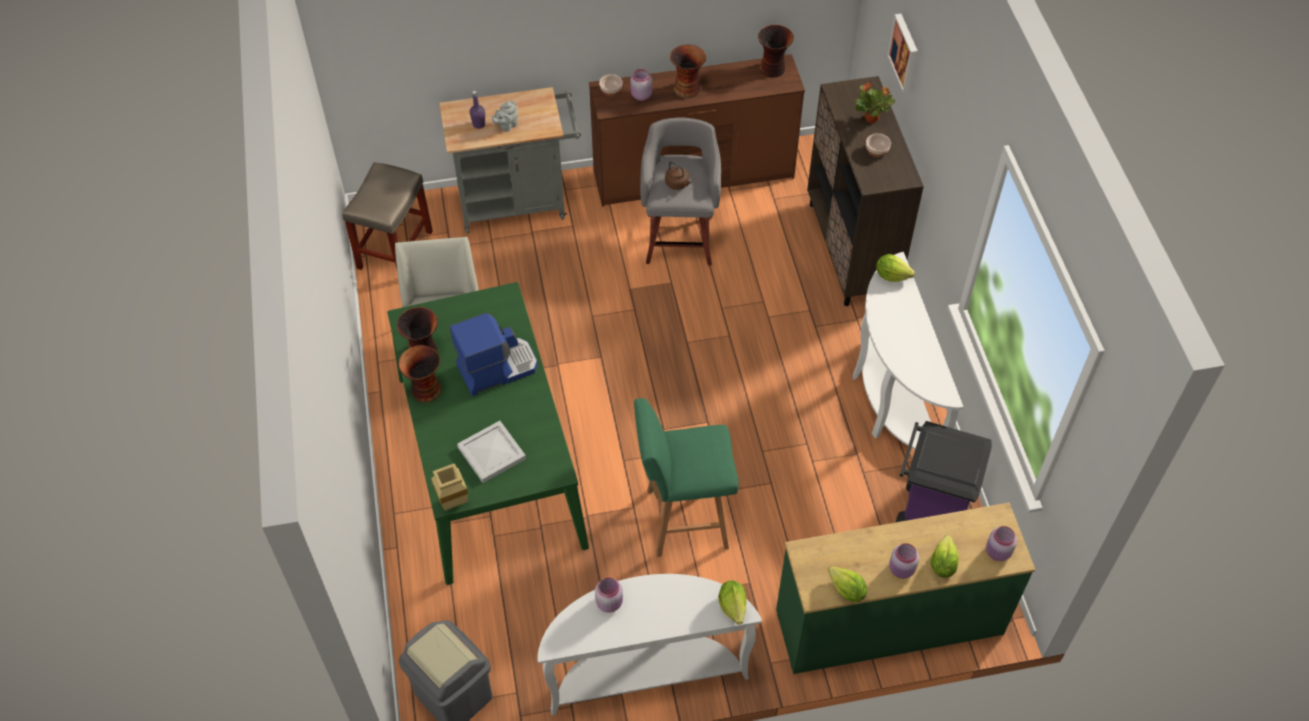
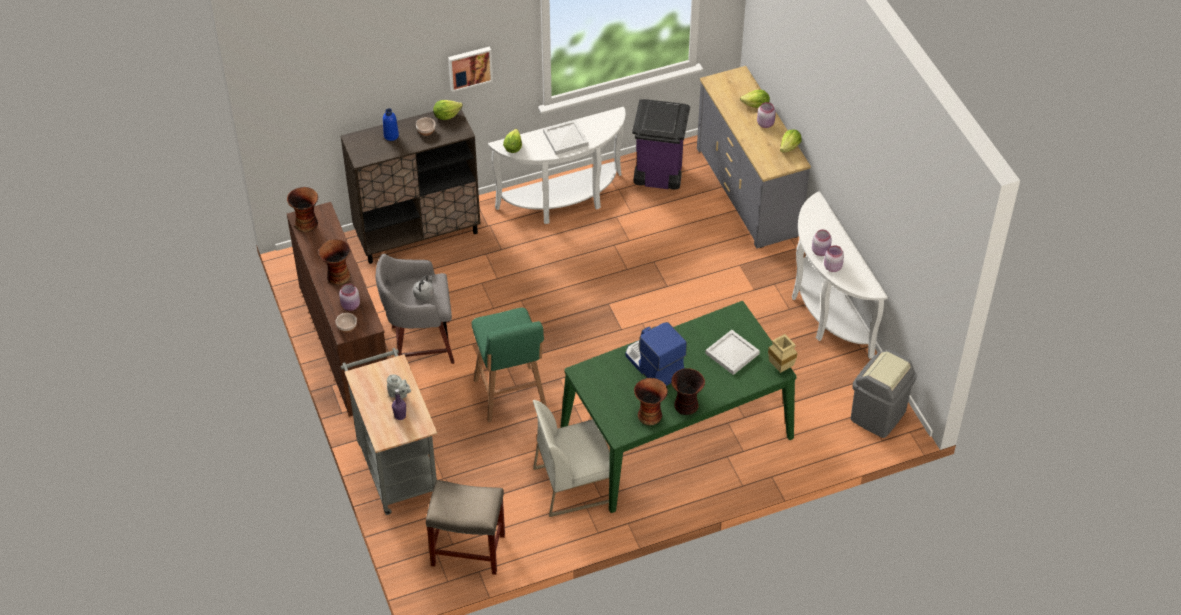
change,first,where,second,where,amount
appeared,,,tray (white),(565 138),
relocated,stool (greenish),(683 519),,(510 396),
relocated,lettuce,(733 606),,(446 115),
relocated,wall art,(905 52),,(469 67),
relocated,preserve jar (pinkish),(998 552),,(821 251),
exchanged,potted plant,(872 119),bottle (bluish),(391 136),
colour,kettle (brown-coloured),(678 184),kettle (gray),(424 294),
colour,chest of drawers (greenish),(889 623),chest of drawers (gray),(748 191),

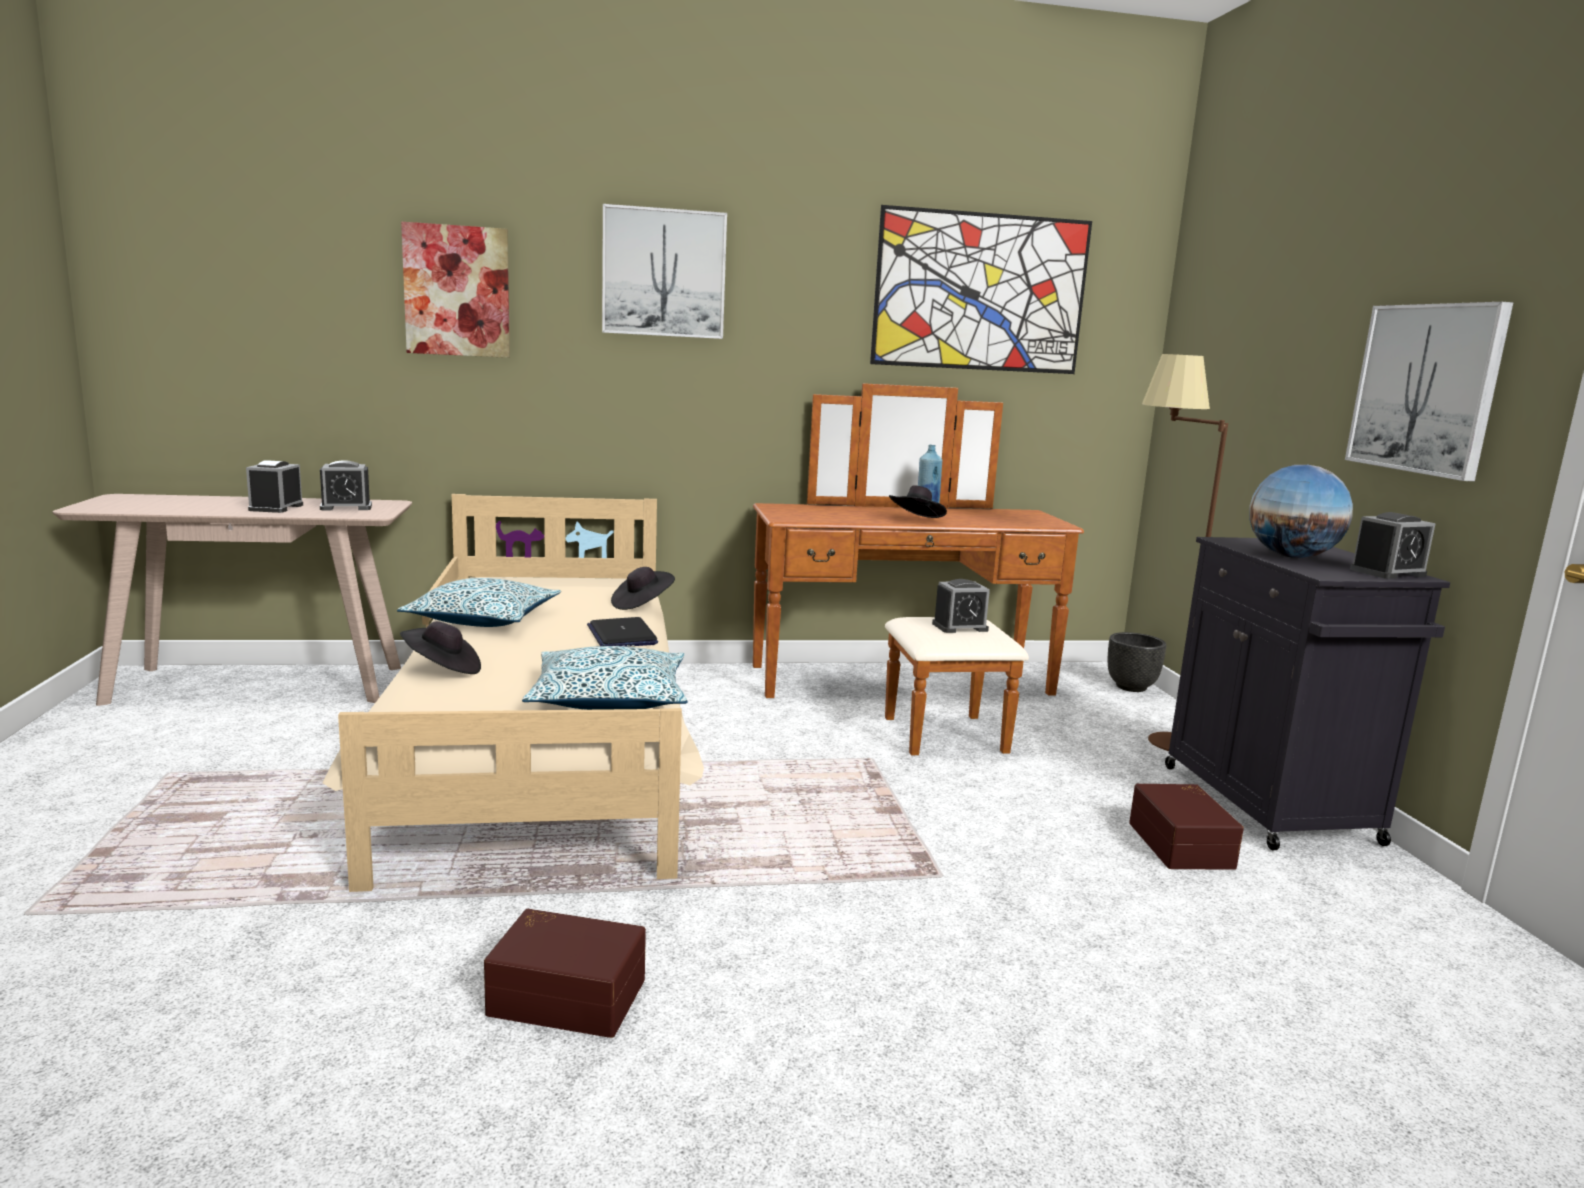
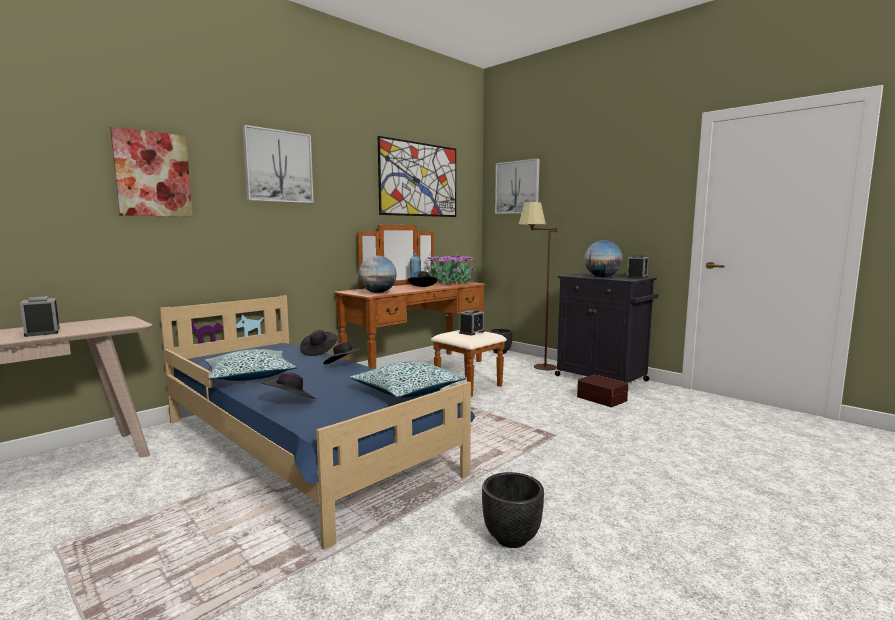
change,first,where,second,where,amount
missing,table clock,(346 507),,,
appeared,,,world globe,(378 293),
appeared,,,potted plant,(450 283),
relocated,wall art,(1426 388),,(517 187),
exchanged,storage box (brown-coloured),(568 994),plant pot (black),(511 539),
exchanged,laptop,(621 635),clothing hat (black),(343 365),
colour,bed (beige-coloured),(545 750),bed (bluish),(304 446),

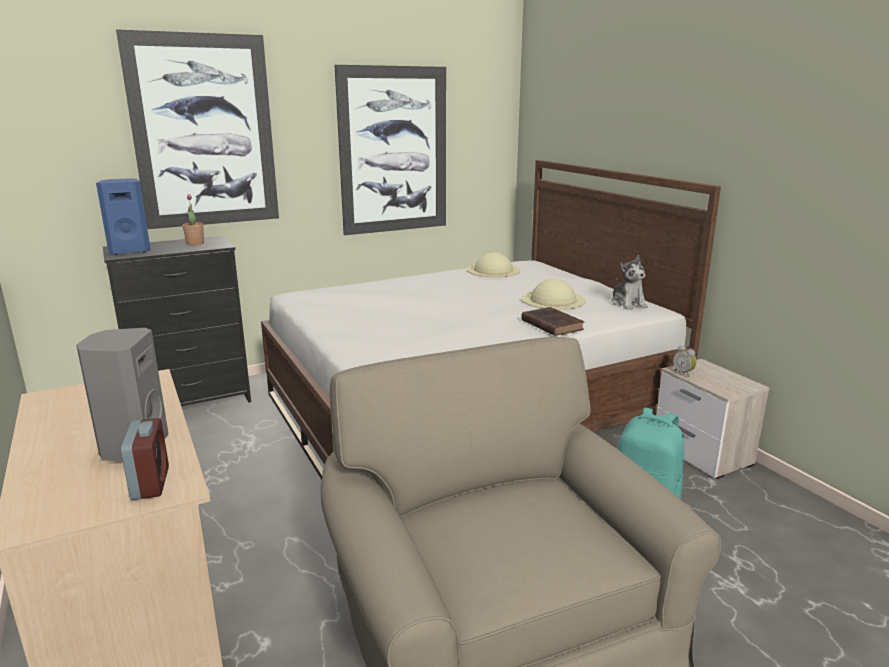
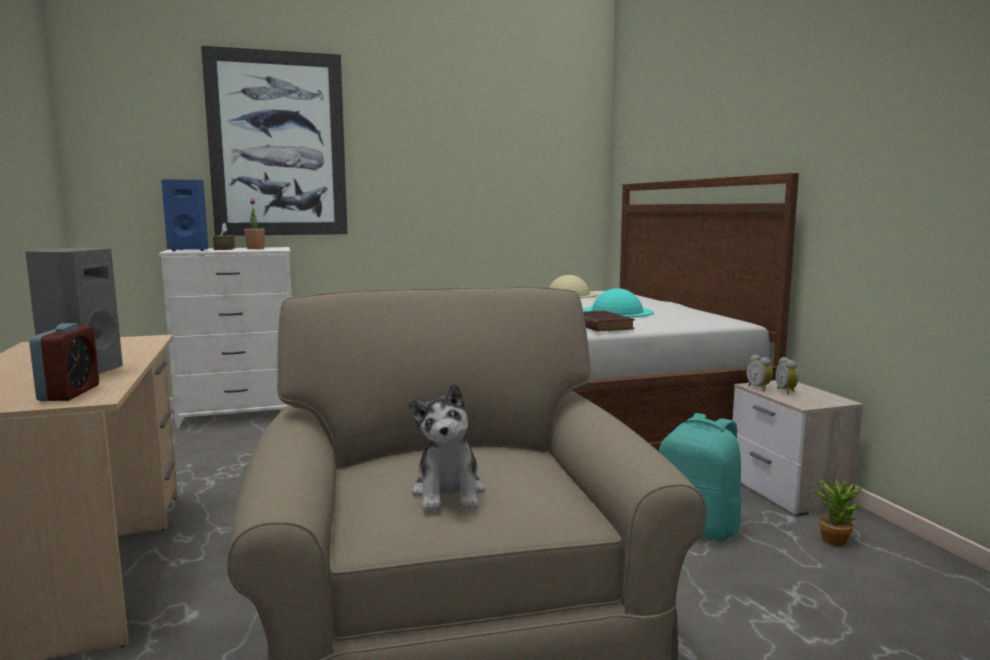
change,first,where,second,where,amount
missing,wall art,(394 151),,,
appeared,,,tissue holder (brown-coloured),(224 249),
appeared,,,table clock,(787 391),
appeared,,,potted plant,(835 539),
relocated,cuddly toy,(628 303),,(449 493),
colour,chest of drawers (black),(191 401),chest of drawers (white),(239 414),
colour,clothing hat (beige-coloured),(553 299),clothing hat (turquoise),(617 311),

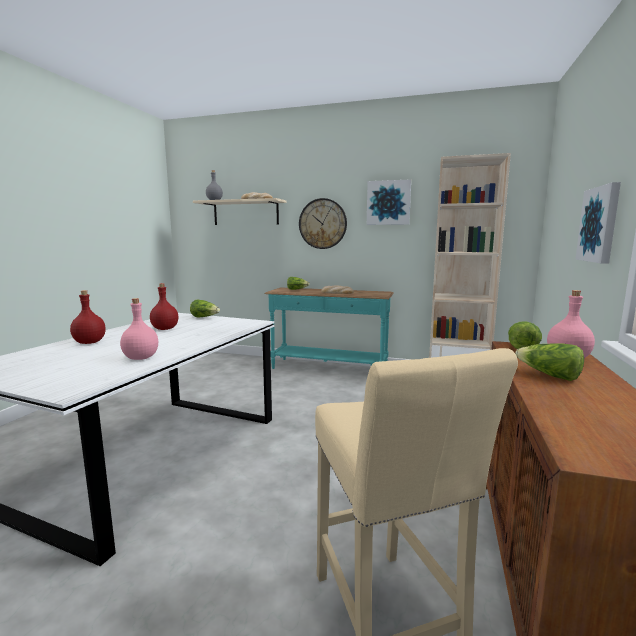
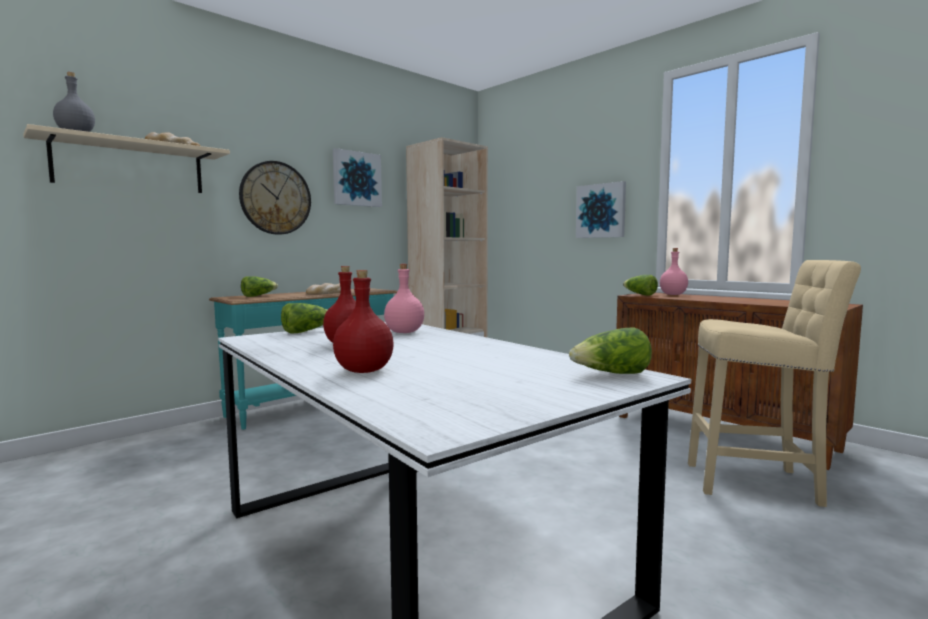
change,first,where,second,where,amount
relocated,bottle (pinkish),(140 358),,(404 332),
relocated,lettuce,(549 375),,(611 374),

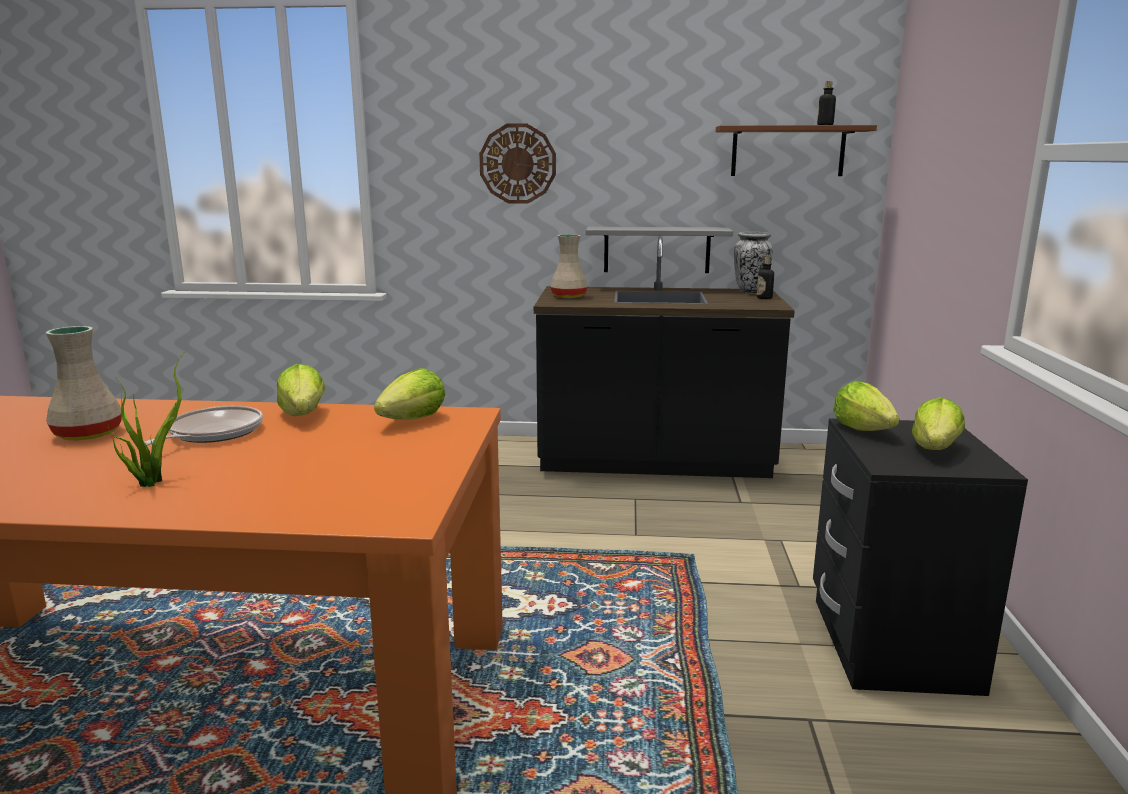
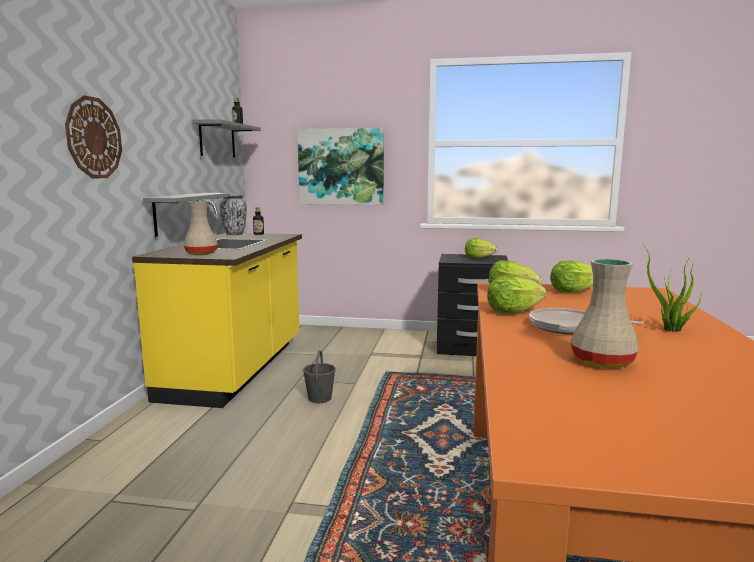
change,first,where,second,where,amount
appeared,,,wall art,(341 167),
appeared,,,bucket (gray),(320 398),
relocated,lettuce,(863 429),,(572 291),
colour,kitchen counter (black),(654 462),kitchen counter (yellow-coloured),(236 369),
colour,shelf (brown-coloured),(788 151),shelf (gray),(217 140),

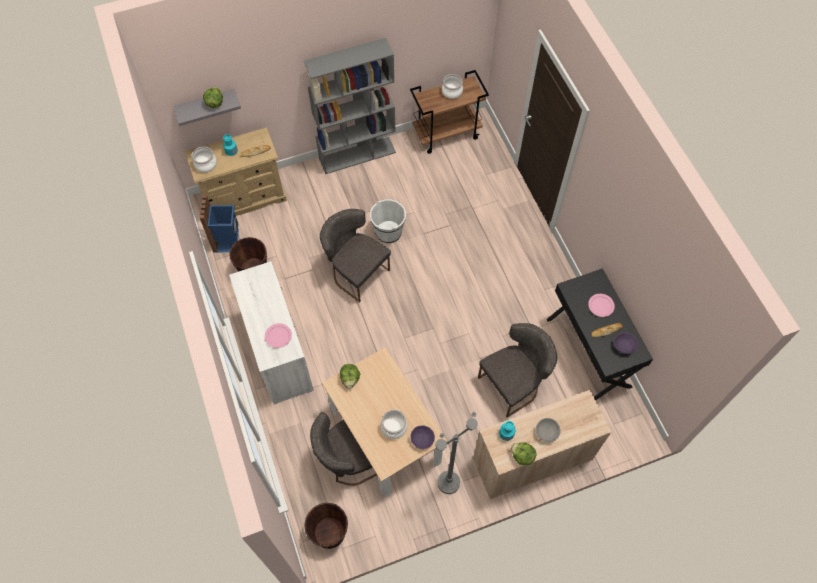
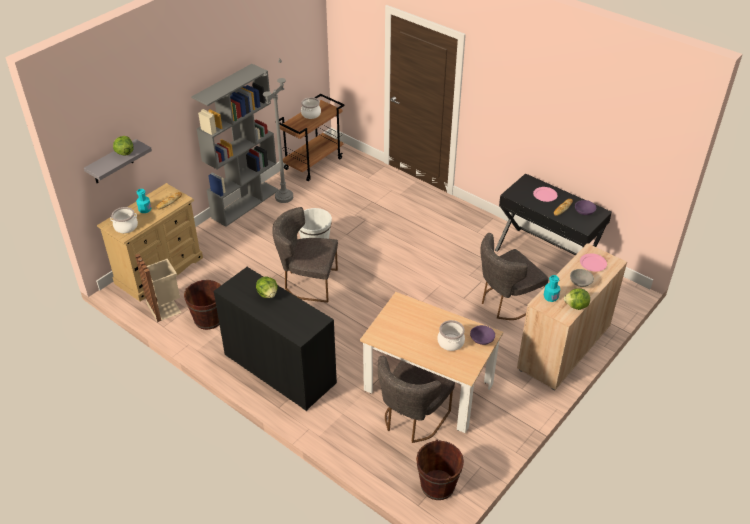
change,first,where,second,where,amount
relocated,flat dish (pinkish),(278 336),,(592 263),
relocated,lettuce,(350 378),,(268 294),
relocated,standard lamp (gray),(448 482),,(284 197),
colour,rubbish bin (bluish),(227 240),rubbish bin (beige-coloured),(165 307),
colour,storage cabinet (white),(278 352),storage cabinet (black),(280 369),
spun,upright chair (gray),(514 383),,(505 303),150 degrees counterclockwise

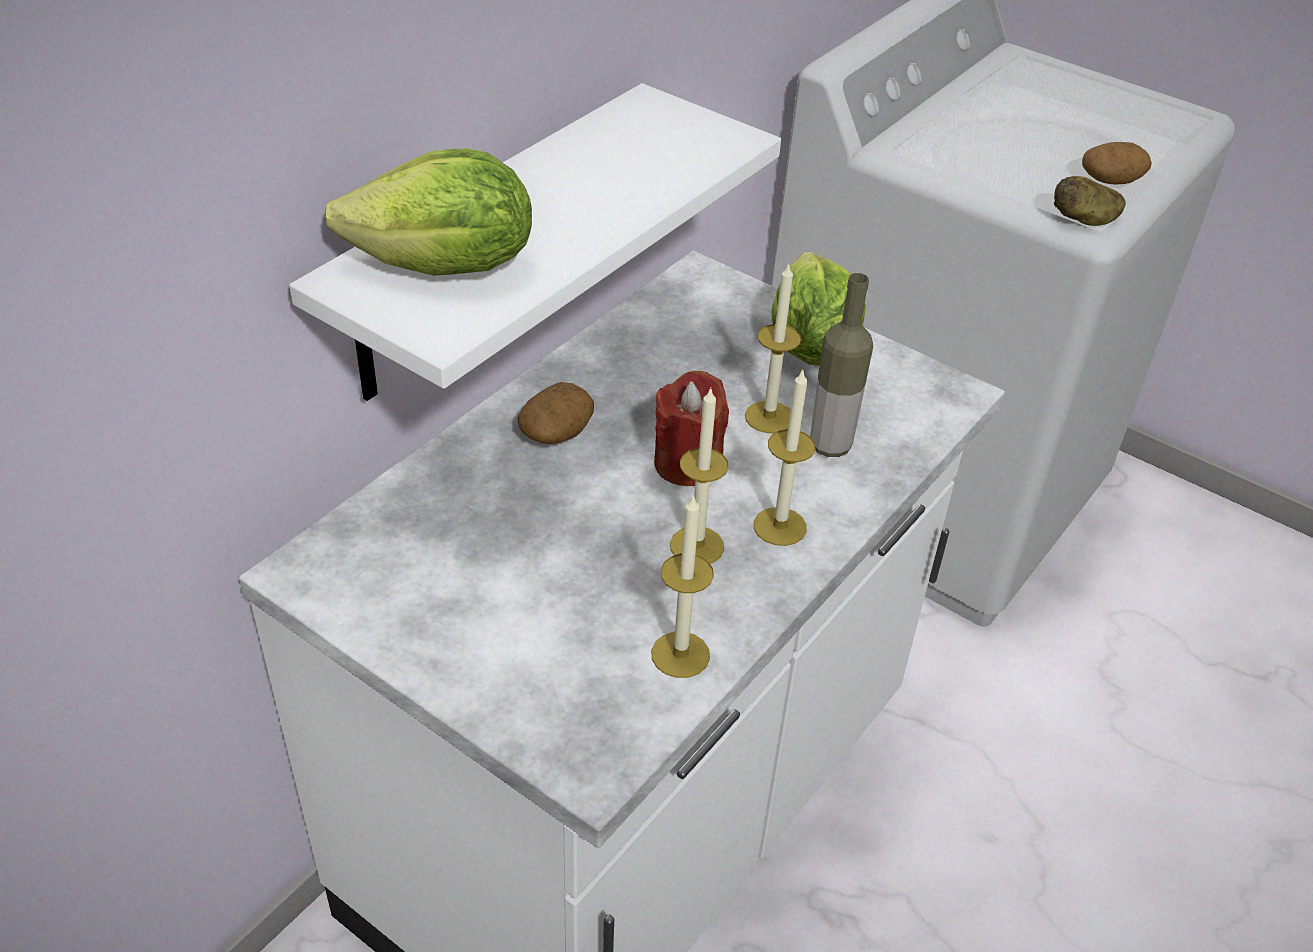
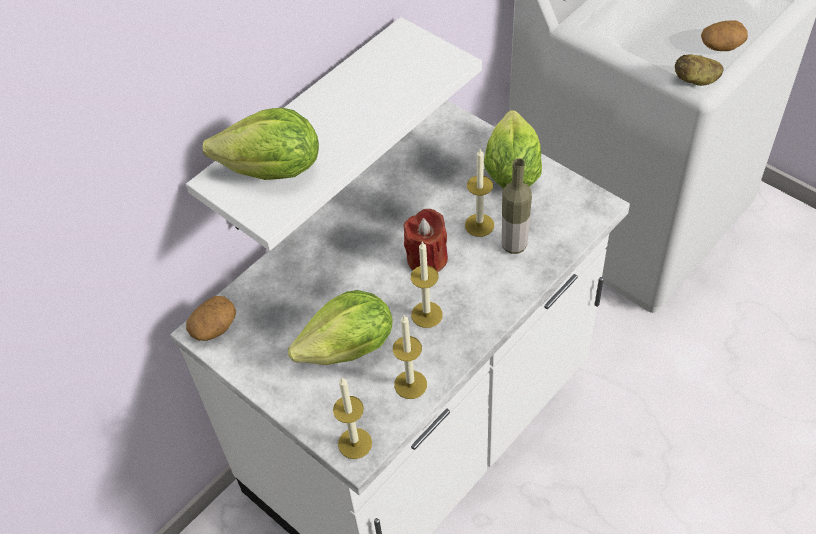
change,first,where,second,where,amount
appeared,,,lettuce,(349 349),
relocated,whole potato,(556 432),,(214 327),
relocated,wax light,(780 526),,(355 443),

